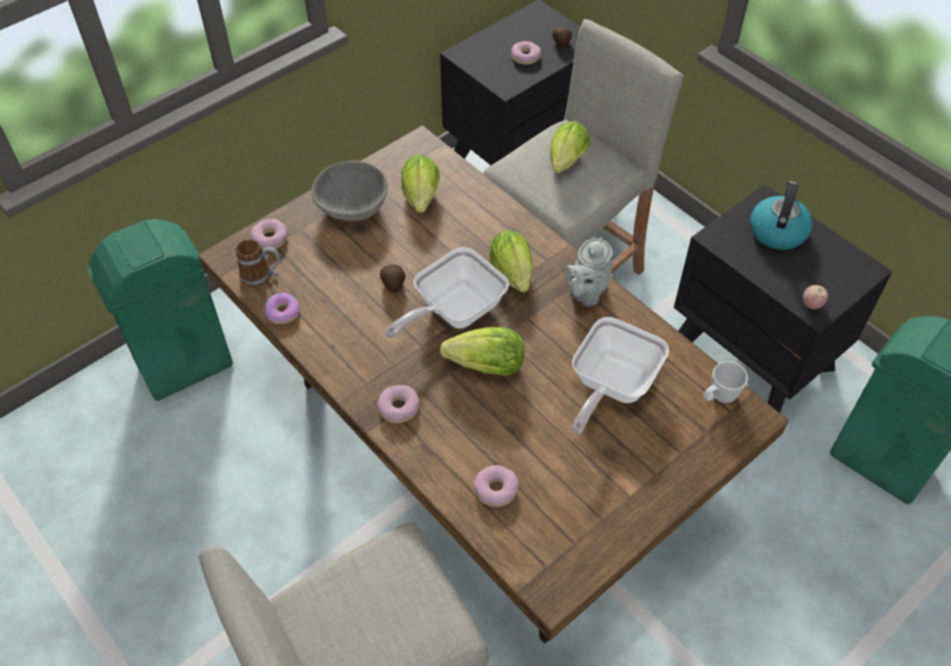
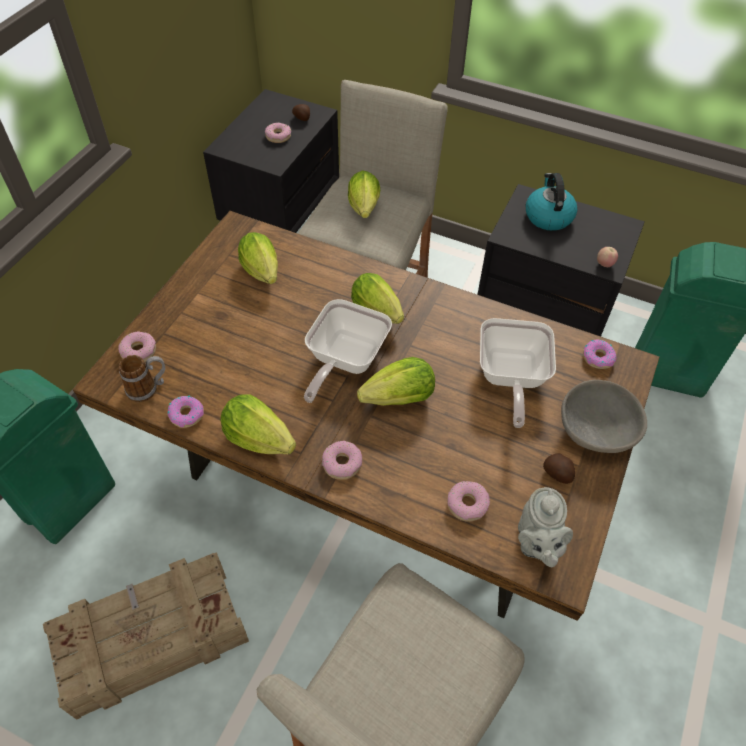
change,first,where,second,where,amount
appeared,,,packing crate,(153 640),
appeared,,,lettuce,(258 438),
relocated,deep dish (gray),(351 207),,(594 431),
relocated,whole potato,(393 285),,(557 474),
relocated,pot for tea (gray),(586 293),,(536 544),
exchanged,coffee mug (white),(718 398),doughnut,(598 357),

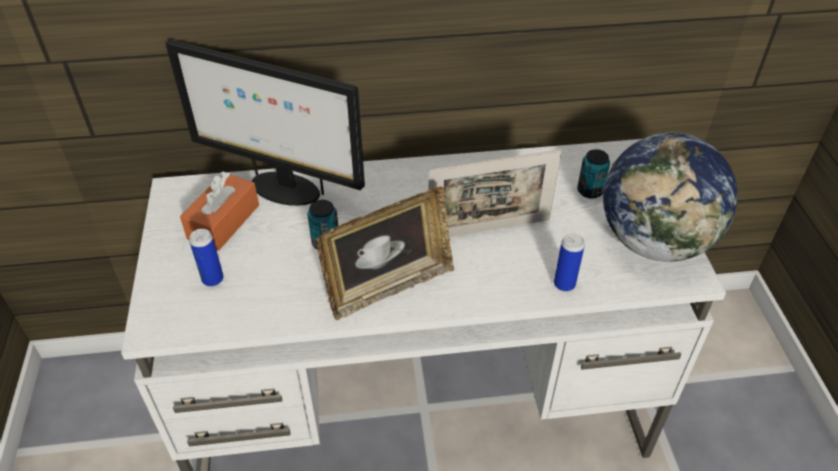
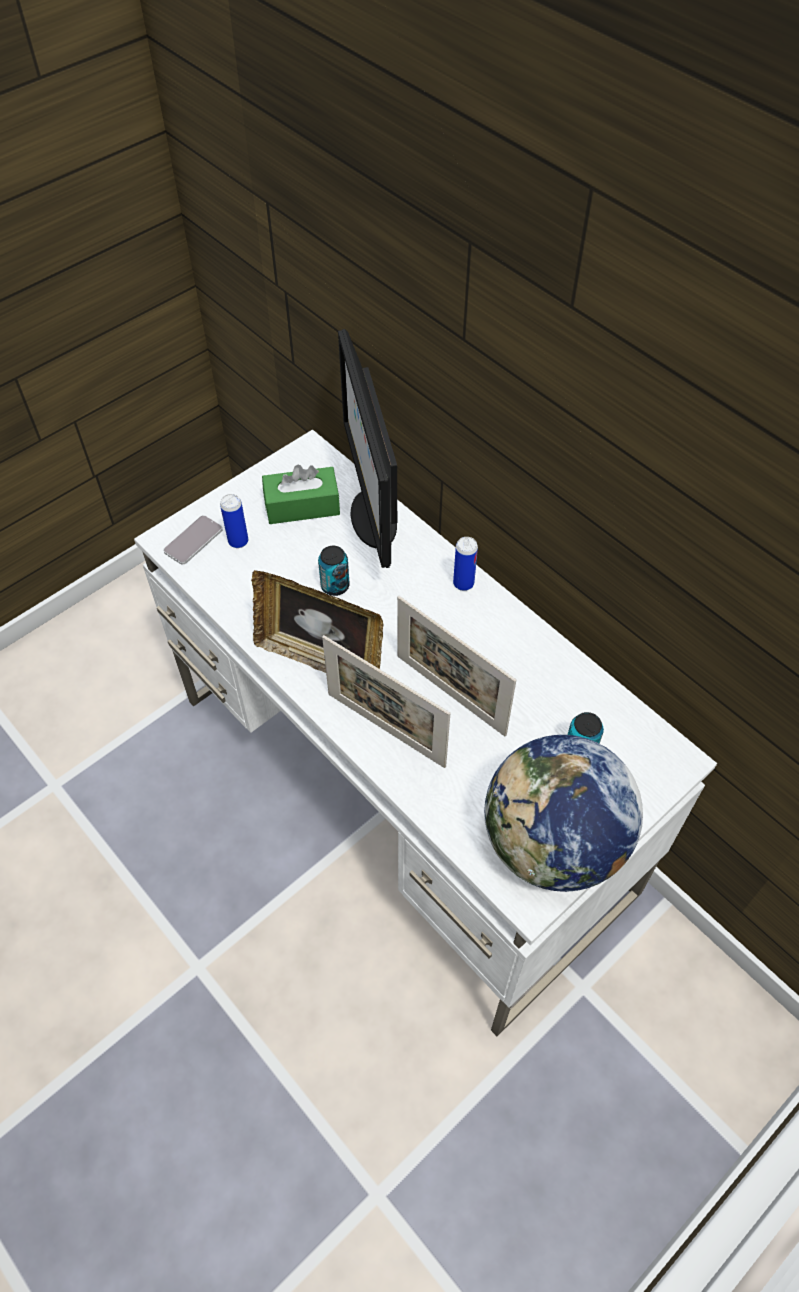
change,first,where,second,where,amount
appeared,,,handset,(193 540),
appeared,,,standing frame,(385 729),
relocated,metal can,(564 284),,(463 583),
colour,tissue holder (orangey),(223 222),tissue holder (greenish),(302 506),

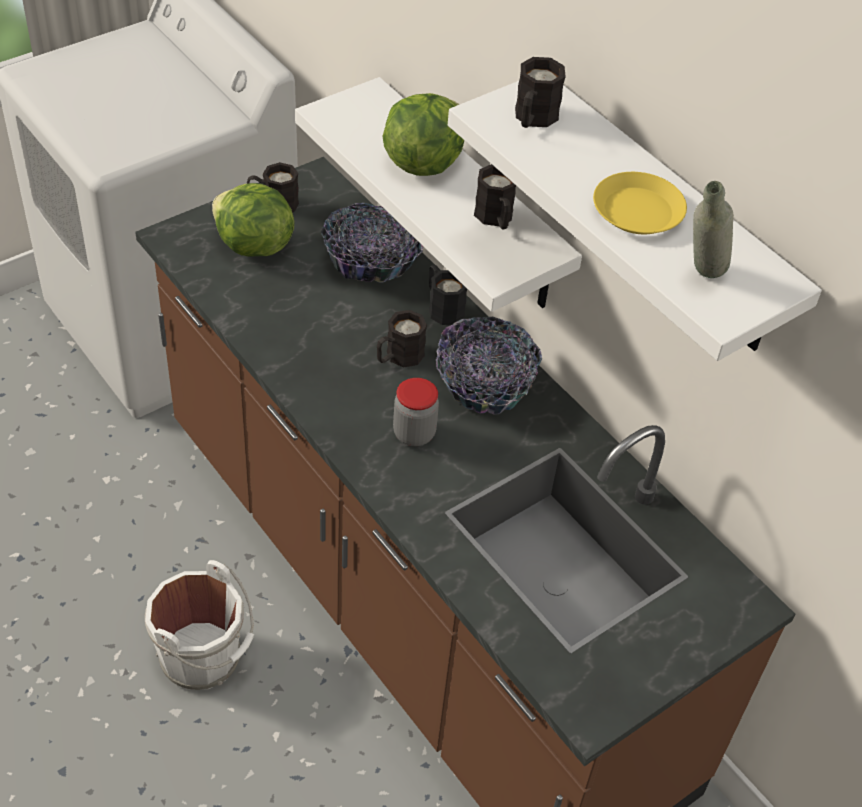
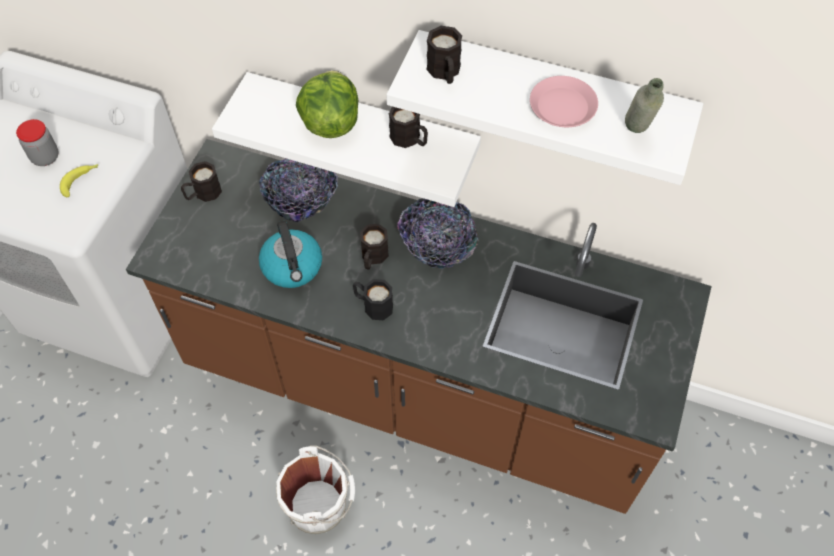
change,first,where,second,where,amount
missing,lettuce,(253 246),,,
appeared,,,banana fruit,(81 181),
appeared,,,kettle,(293 267),
relocated,preserve jar,(414 433),,(45 157),
relocated,coffee mug (black),(442 307),,(373 305),
colour,flat dish (yellow-coloured),(637 211),flat dish (pinkish),(562 107),

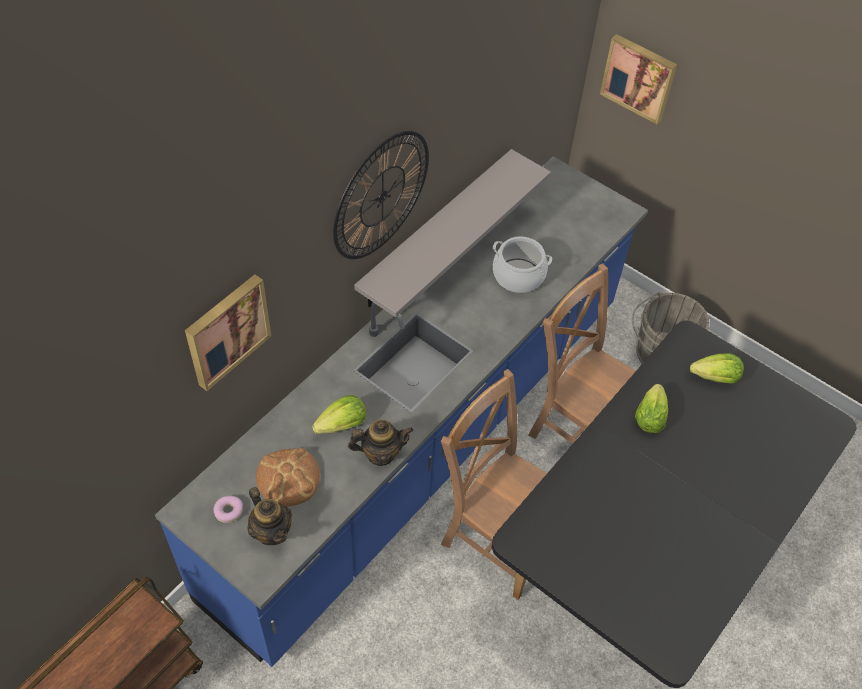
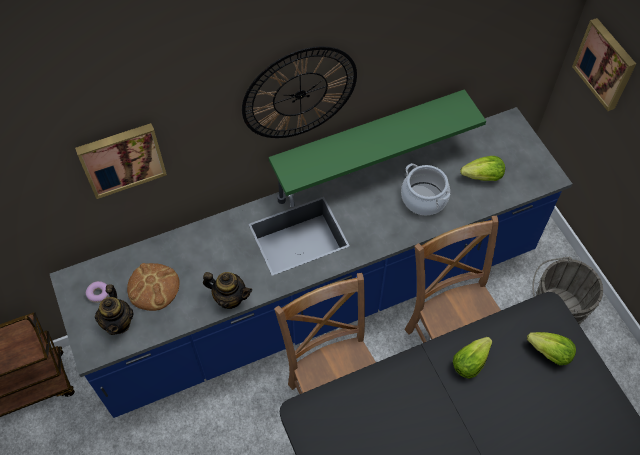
change,first,where,second,where,amount
relocated,lettuce,(342 425),,(483 177),
colour,shelf (gray),(436 230),shelf (greenish),(368 135),

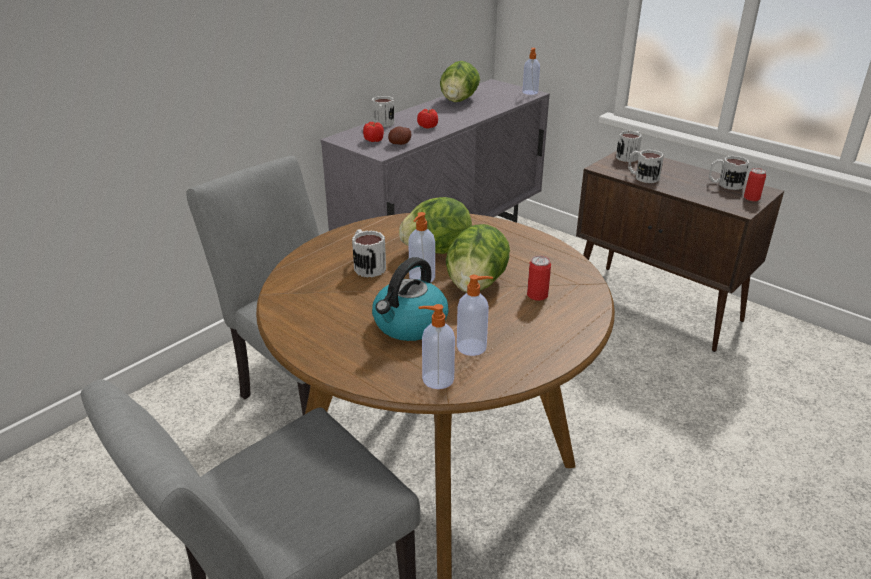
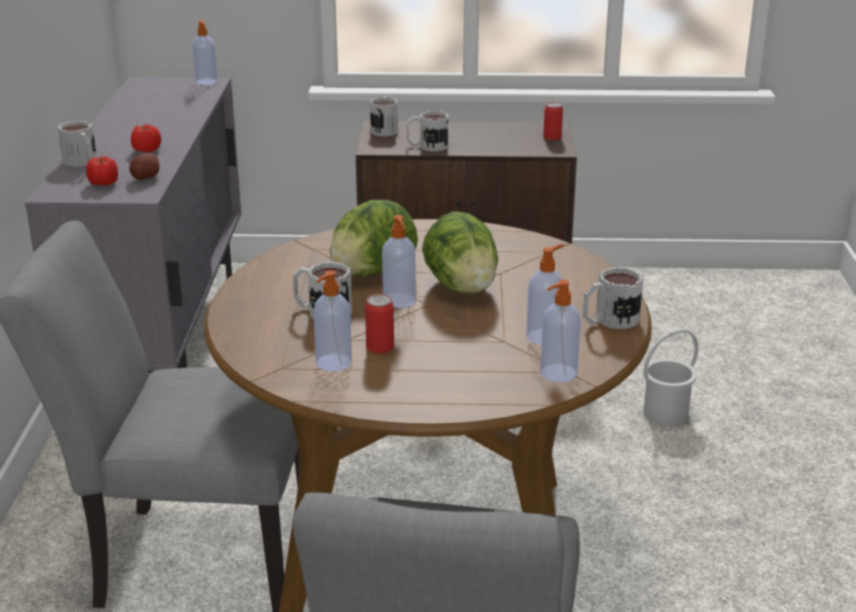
change,first,where,second,where,amount
missing,kettle,(409 324),,,
missing,lettuce,(458 100),,,
appeared,,,liquid soap bottle,(333 363),
appeared,,,bucket (white),(666 413),
relocated,metal can,(537 295),,(380 347),
relocated,coffee mug,(725 184),,(609 321),

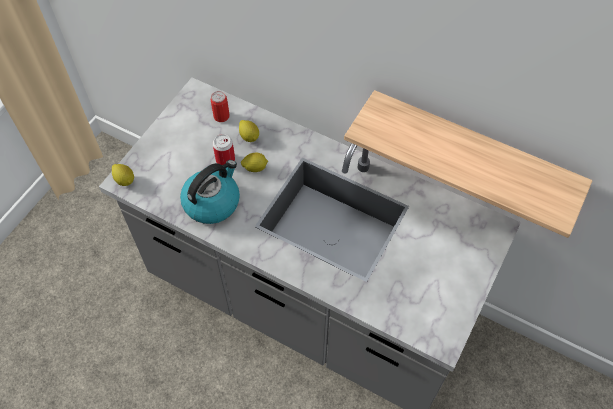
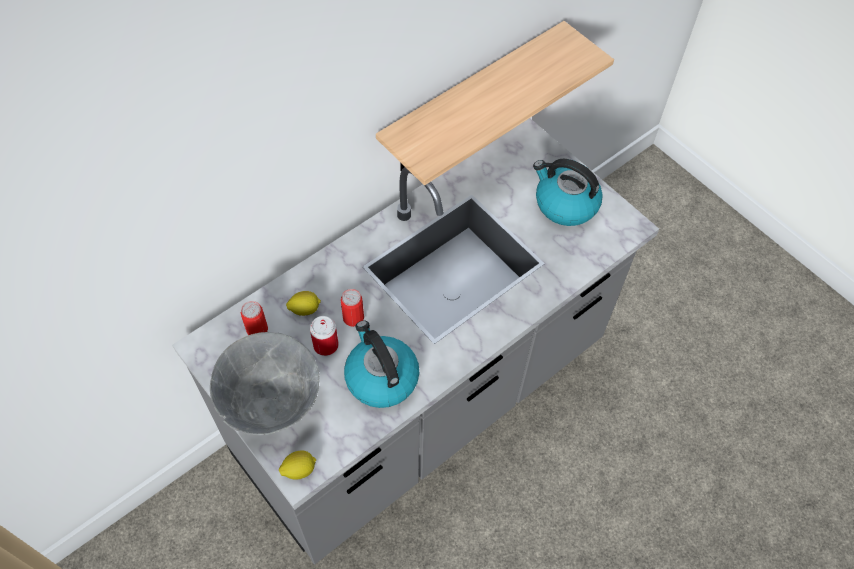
change,first,where,second,where,amount
appeared,,,deep dish (gray),(272 403),
appeared,,,kettle,(565 204),
exchanged,whole lemon,(255 167),metal can,(353 317),

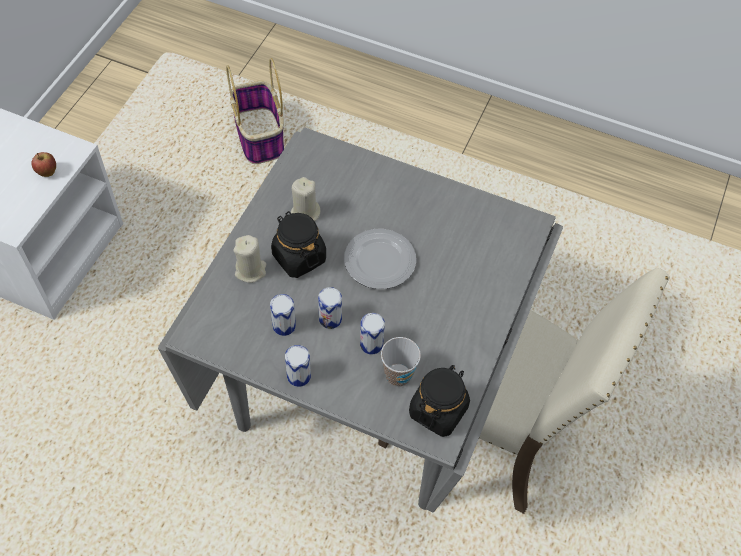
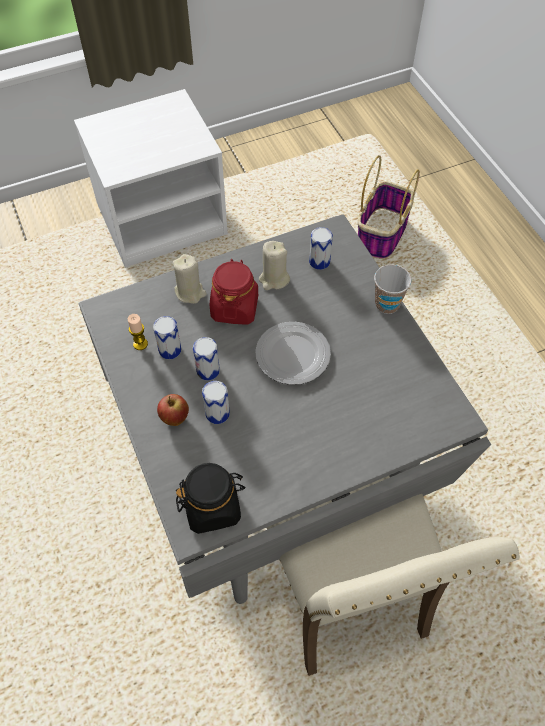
change,first,where,second,where,amount
appeared,,,wax light,(140 344),
relocated,apple,(47 173),,(174 418),
relocated,metal can,(299 376),,(319 261),
relocated,small cup,(398 375),,(387 304),
colour,preserve jar (black),(299 257),preserve jar (red),(234 307),

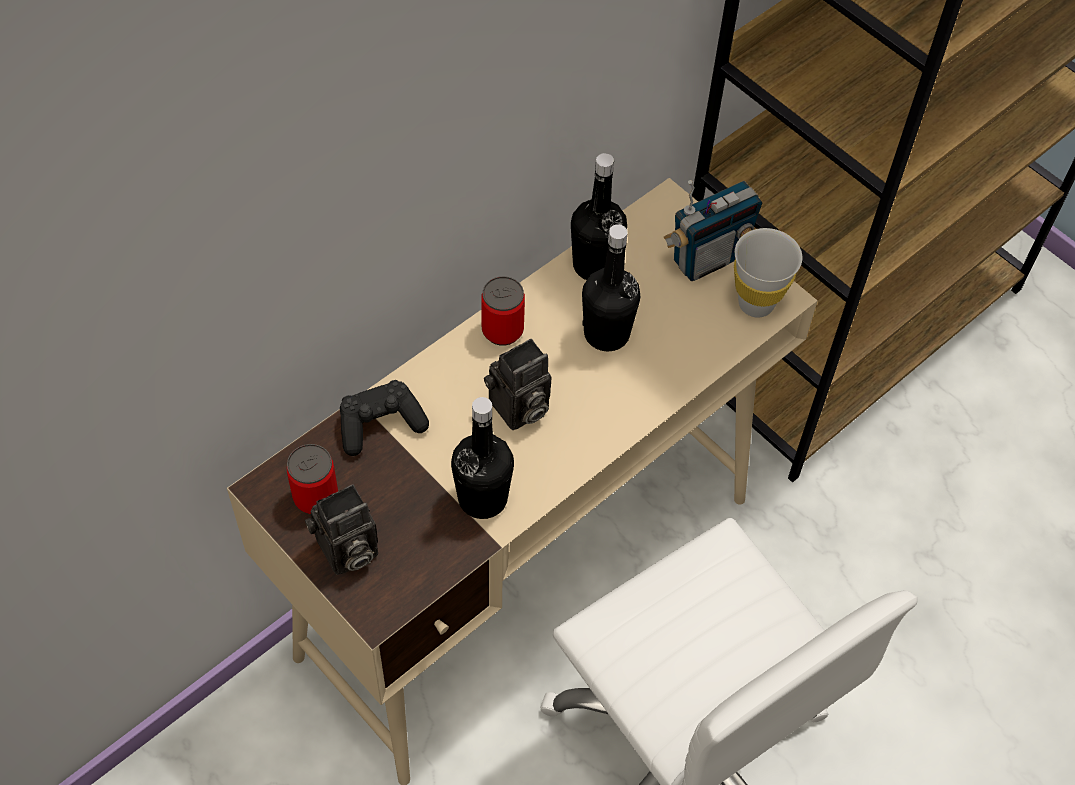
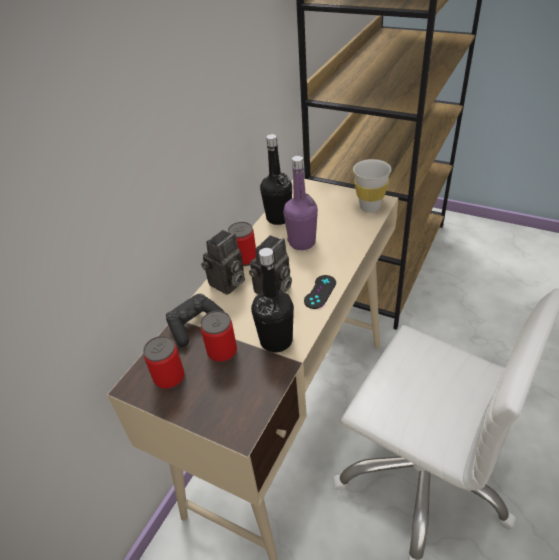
change,first,where,second,where,amount
missing,radio receiver,(707 258),,,
appeared,,,metal can,(222 352),
appeared,,,joypad (black),(320 292),
relocated,photo camera,(346 552),,(227 284),
colour,bottle (black),(606 333),bottle (purple-coloured),(302 242),

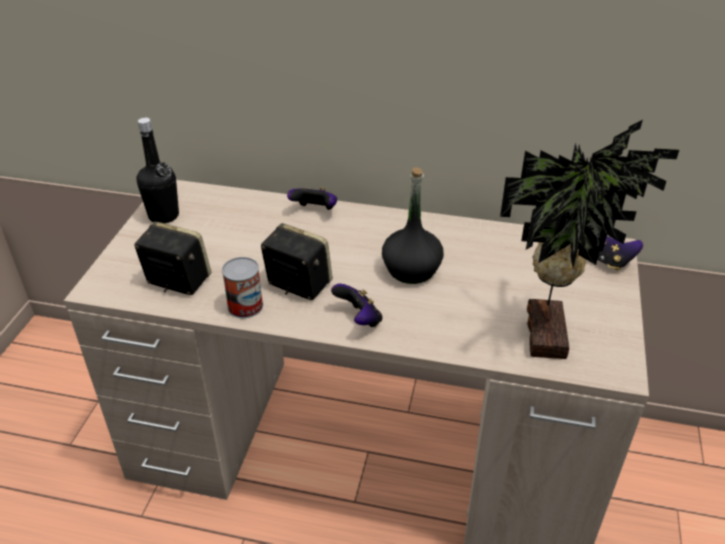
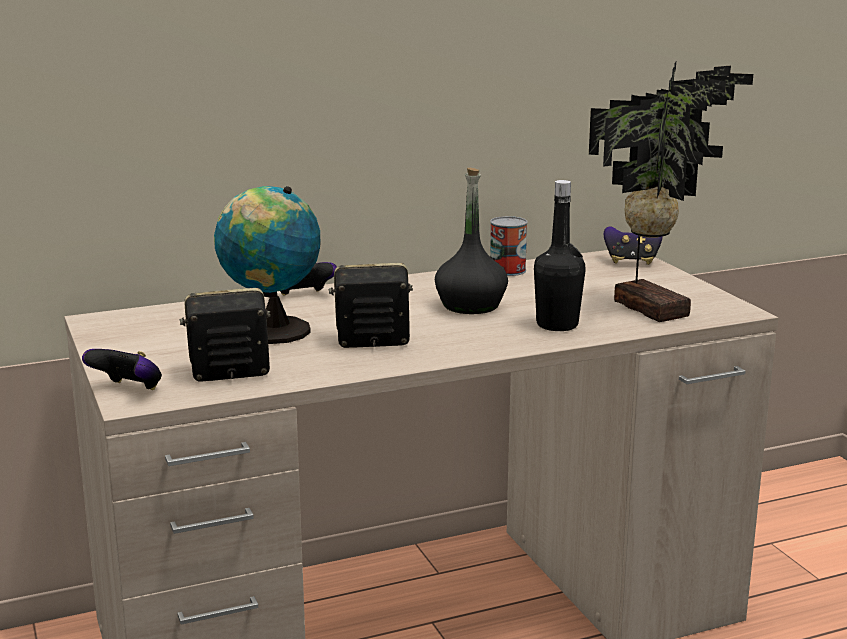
change,first,where,second,where,amount
appeared,,,world globe,(270 331),
relocated,bottle (black),(163 216),,(557 325),
relocated,metal can,(245 306),,(507 270),
relocated,joypad,(359 319),,(128 390),

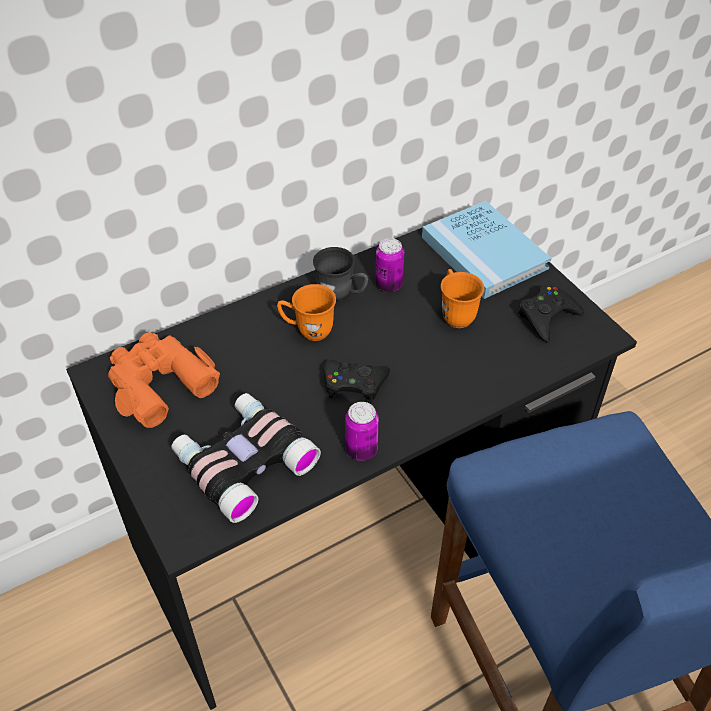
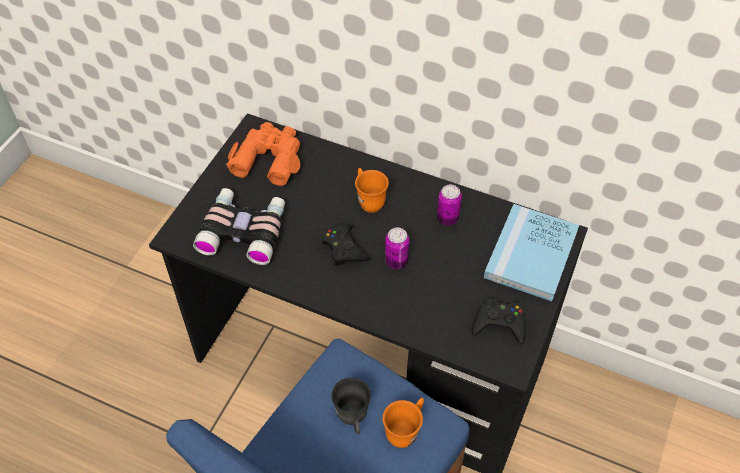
change,first,where,second,where,amount
relocated,coffee mug (gray),(341 295),,(353 419),
relocated,metal can,(361 450),,(396 261),
relocated,coffee mug (orangey),(455 313),,(405 431),

